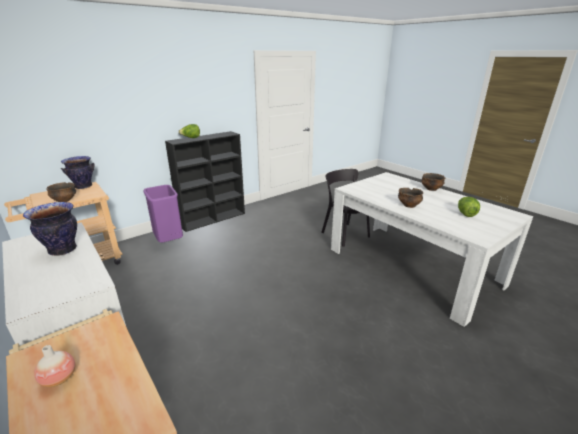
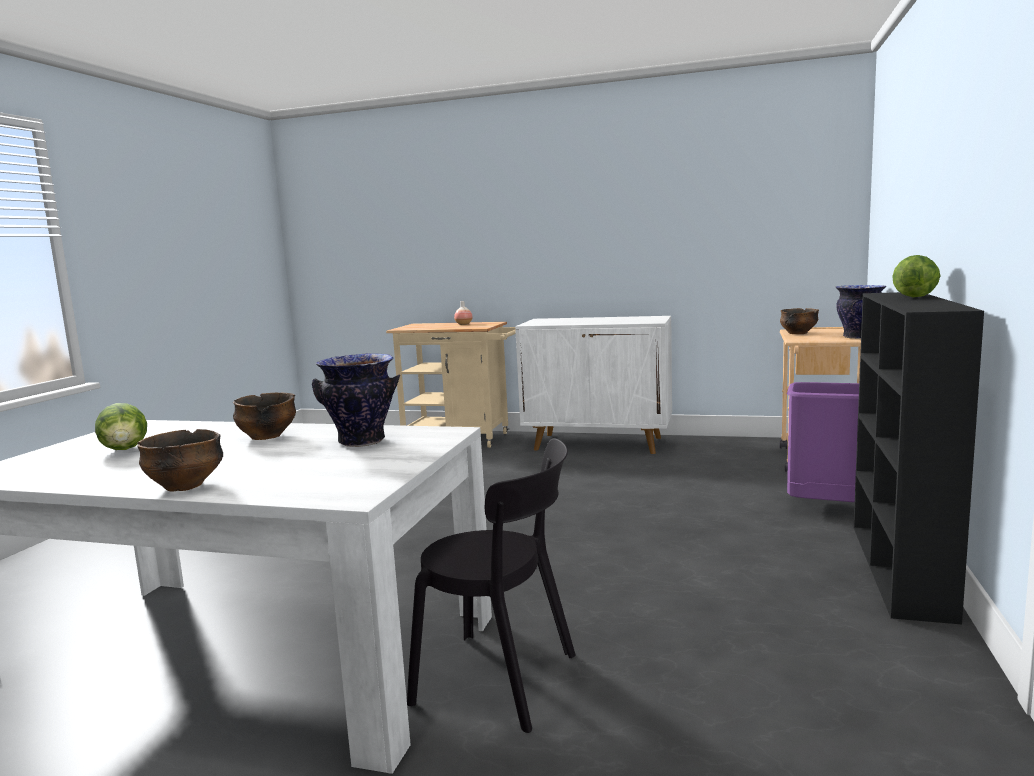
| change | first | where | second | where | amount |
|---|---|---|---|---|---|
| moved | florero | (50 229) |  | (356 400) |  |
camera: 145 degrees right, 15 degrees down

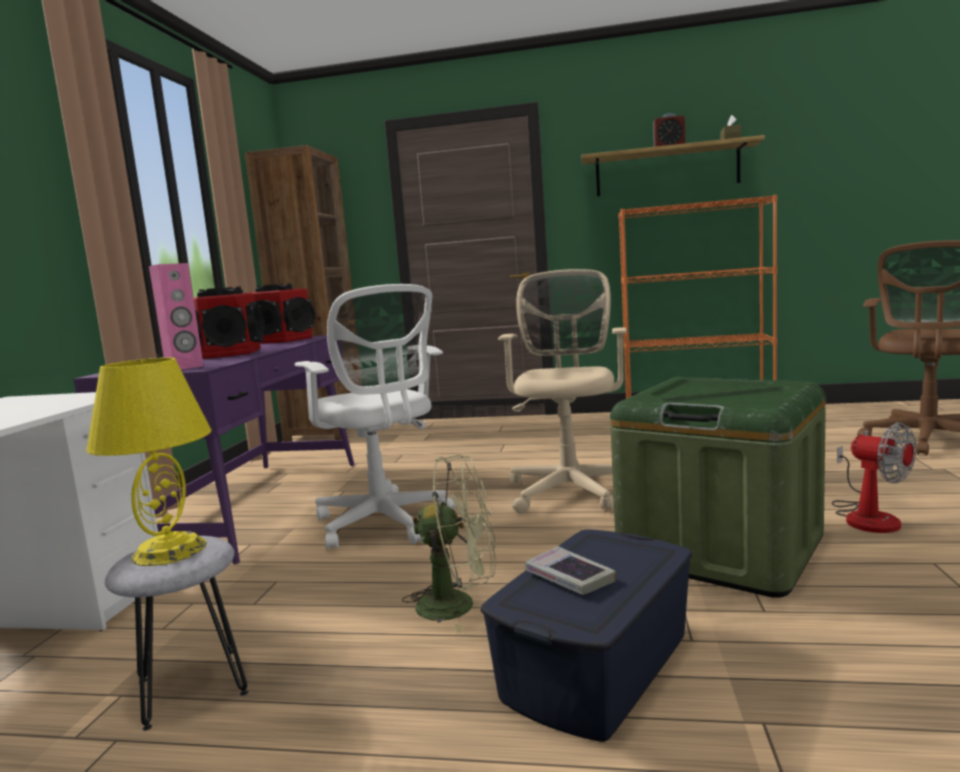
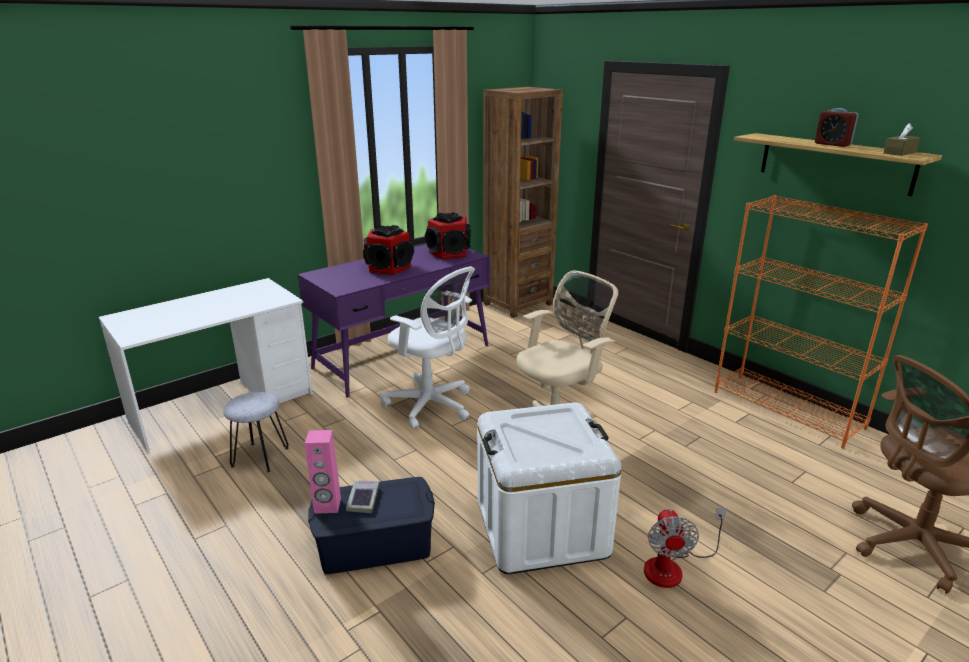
| change | first | where | second | where | amount |
|---|---|---|---|---|---|
| removed | lámpara de mesa/amarillo | (148 461) |  |  |  |
| moved | altavoz/rosa | (176 316) |  | (322 472) |  |
| turned | silla de oficina/blanco | (375 417) |  | (427 348) | 60 degrees counterclockwise |
| removed | ventilador/verde | (449 544) |  |  |  |
| recoloured | caja de almacenaje/verde | (718 487) | caja de almacenaje/blanco | (549 488) |  |
camera: 40 degrees right, 15 degrees up

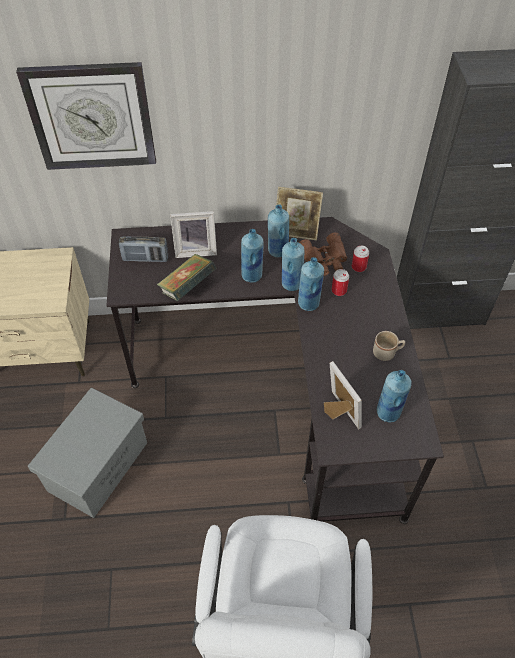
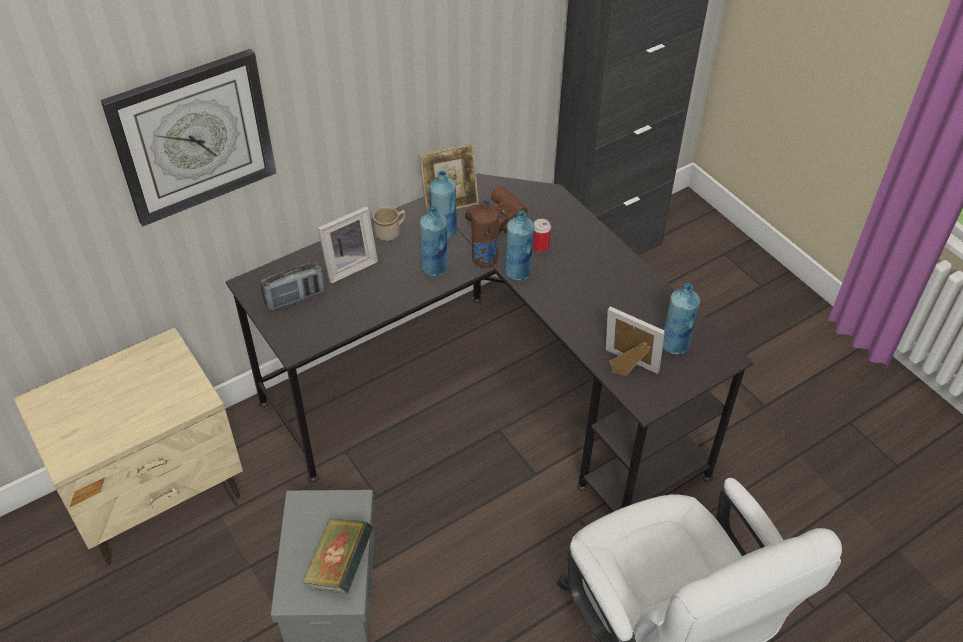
| change | first | where | second | where | amount |
|---|---|---|---|---|---|
| moved | libro | (187 277) |  | (337 556) |  |
| recoloured | botella/azul | (293 264) | botella/marrón | (485 233) |  |
| removed | lata | (360 259) |  |  |  |
| moved | taza grande/beis | (389 346) |  | (389 224) |  |
camera: 30 degrees left, 5 degrees down

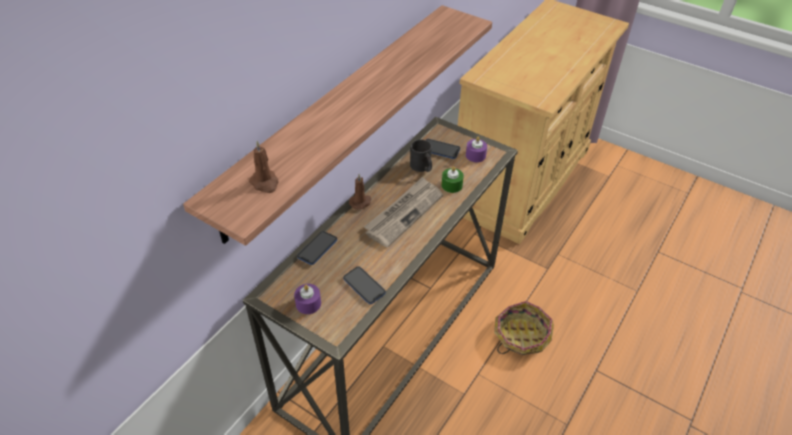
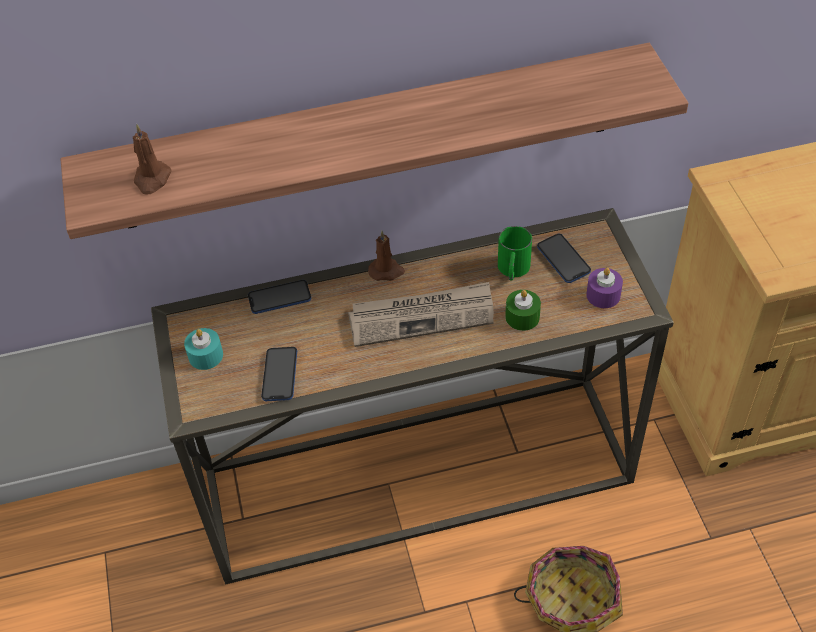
| change | first | where | second | where | amount |
|---|---|---|---|---|---|
| recoloured | vela/morado | (307 299) | vela/turquesa | (203 349) |  |
| recoloured | taza grande/negro | (421 155) | taza grande/verde | (515 253) |  |
camera: 45 degrees right, 5 degrees up

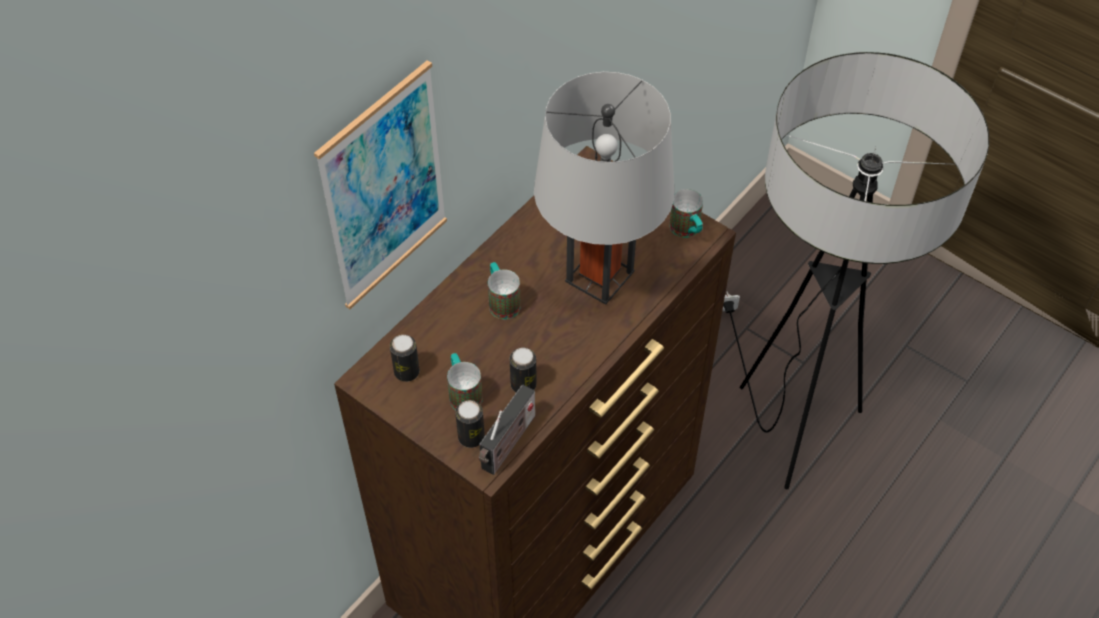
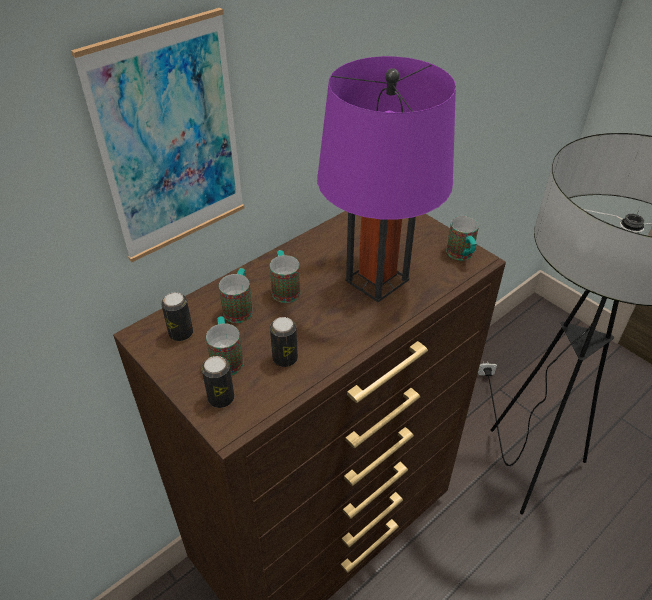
| change | first | where | second | where | amount |
|---|---|---|---|---|---|
| removed | radio | (507 430) |  |  |  |
| recoloured | lámpara de mesa/gris | (604 188) | lámpara de mesa/morado | (386 179) |  |
| added |  |  | taza grande | (236 295) |  |
camera: 10 degrees right, 10 degrees down

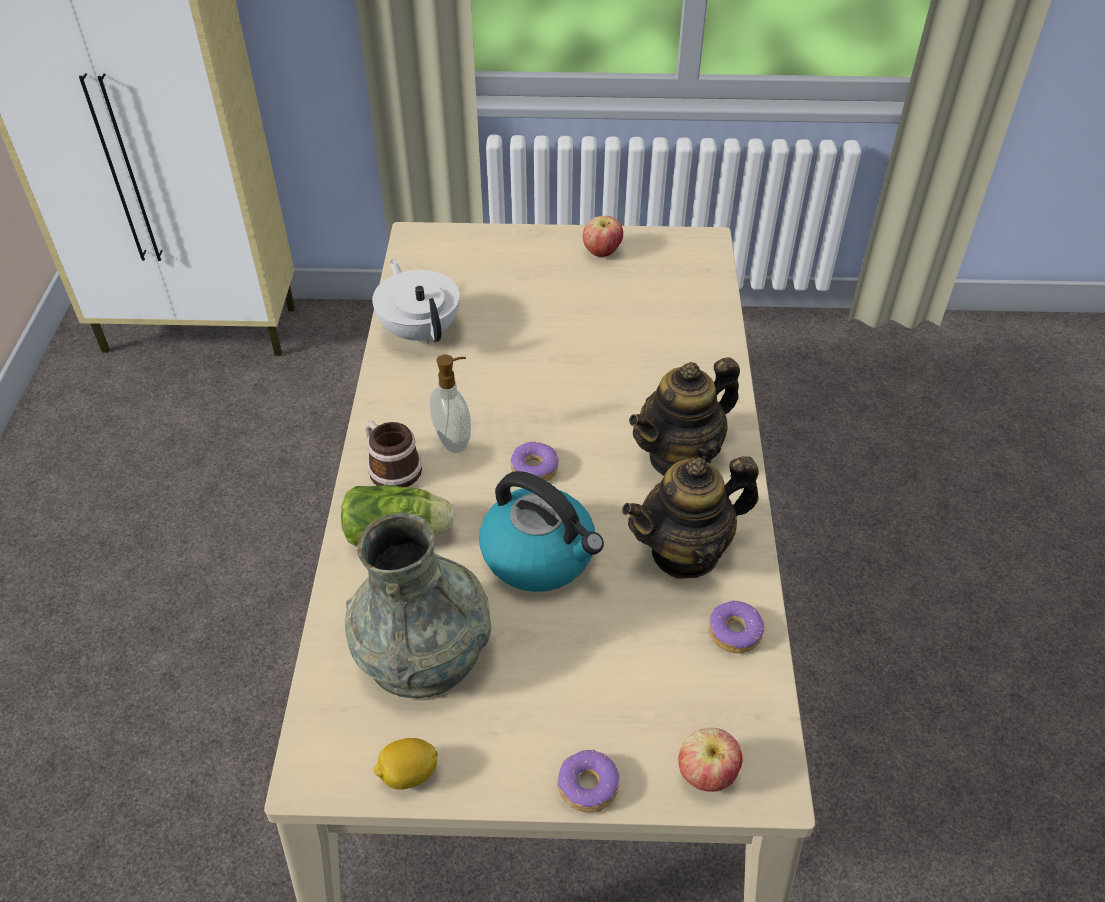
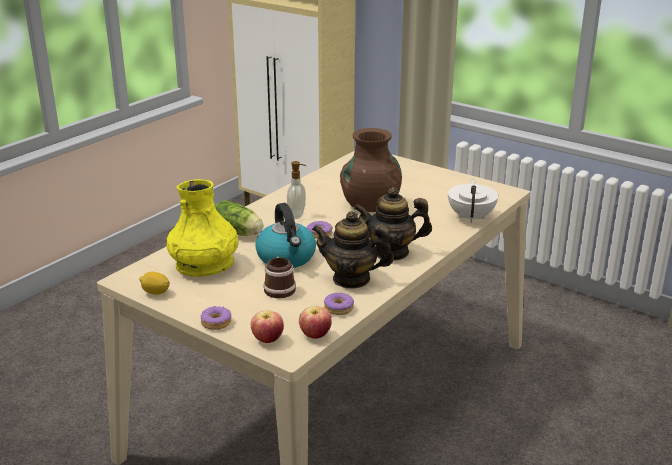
| change | first | where | second | where | amount |
|---|---|---|---|---|---|
| recoloured | florero/gris | (418 605) | florero/amarillo | (203 228) |  |
| moved | taza grande | (393 454) |  | (279 277) |  |
| moved | tetera/blanco | (416 301) |  | (473 201) |  |
| moved | manzana | (603 236) |  | (315 322) |  |
| added |  |  | florero/marrón | (371 170) |  |
camera: 35 degrees right, 20 degrees down

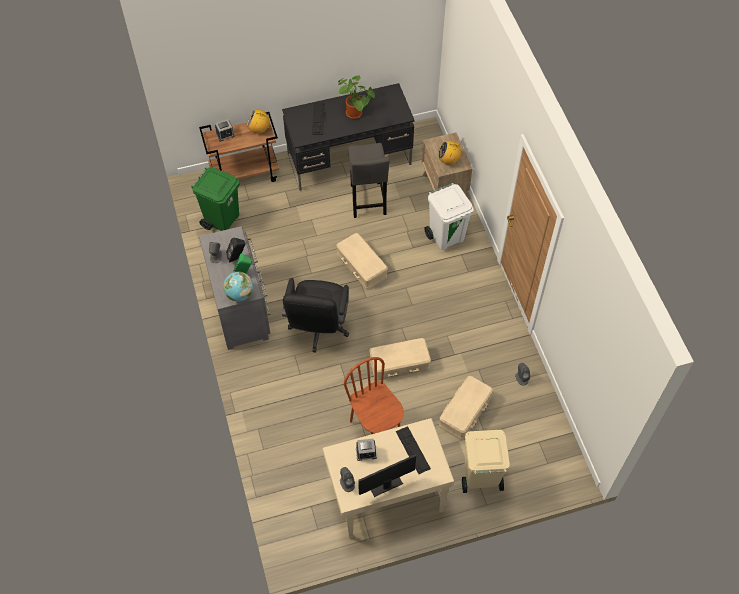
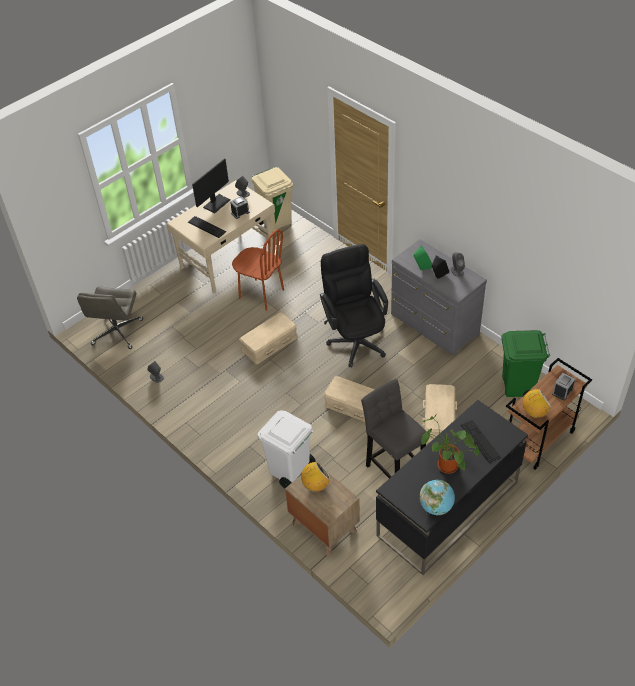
| change | first | where | second | where | amount |
|---|---|---|---|---|---|
| moved | globo terráqueo | (238 286) |  | (437 497) |  |
| moved | caja de almacenaje/beis | (466 408) |  | (439 413) |  |
| moved | papelera/beis | (486 461) |  | (272 199) |  |
| added |  |  | silla de oficina/gris | (110 318) |  |
camera: 155 degrees right, 10 degrees down

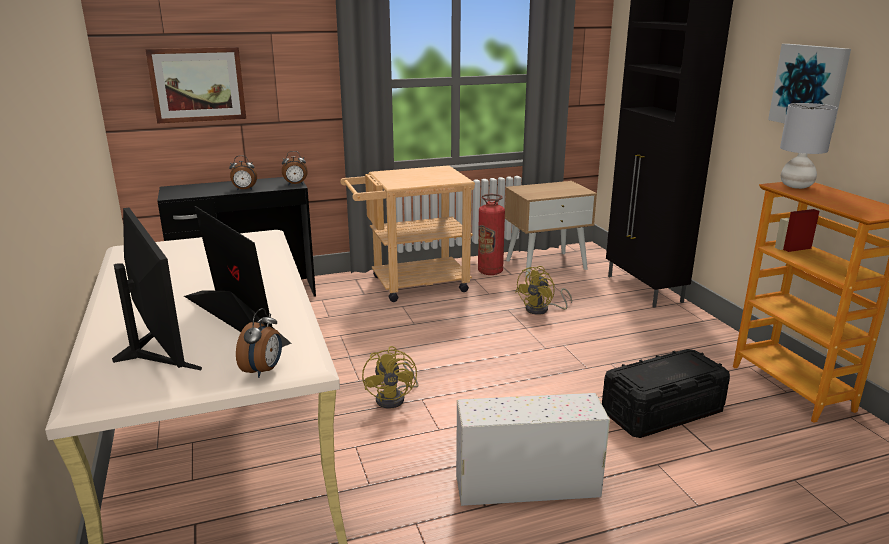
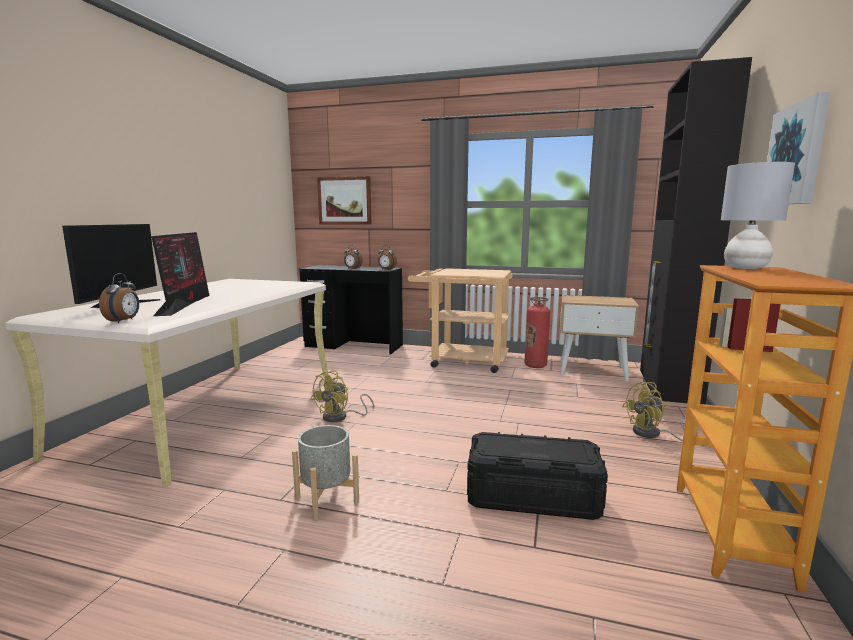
| change | first | where | second | where | amount |
|---|---|---|---|---|---|
| turned | despertador | (259 343) |  | (119 298) | 45 degrees counterclockwise |
| replaced | caja de almacenaje/blanco | (533 449) | maceta/gris | (325 473) |  |
| moved | ventilador/amarillo | (543 290) |  | (660 411) |  |
camera: 35 degrees right, 10 degrees down

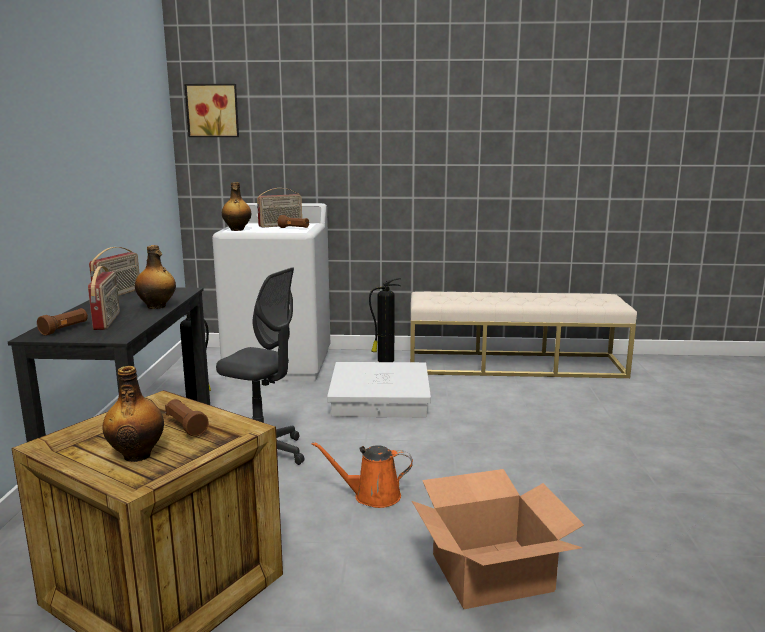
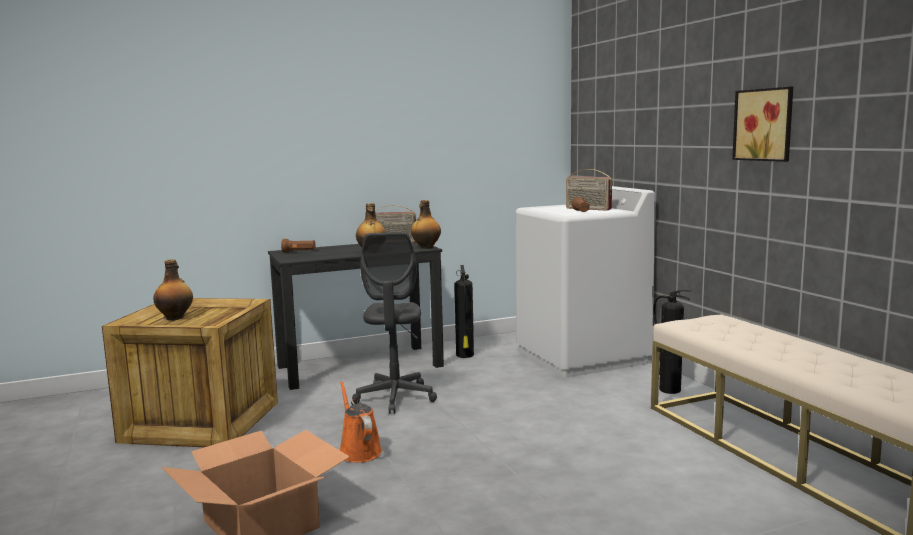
| change | first | where | second | where | amount |
|---|---|---|---|---|---|
| removed | radio | (104 298) |  |  |  |
| removed | linterna/marrón | (187 417) |  |  |  |
| moved | cuadro | (211 110) |  | (762 124) |  |
| moved | botella | (236 206) |  | (426 224) |  |
| removed | caja de almacenaje/blanco | (379 389) |  |  |  |
camera: 65 degrees right, 5 degrees down

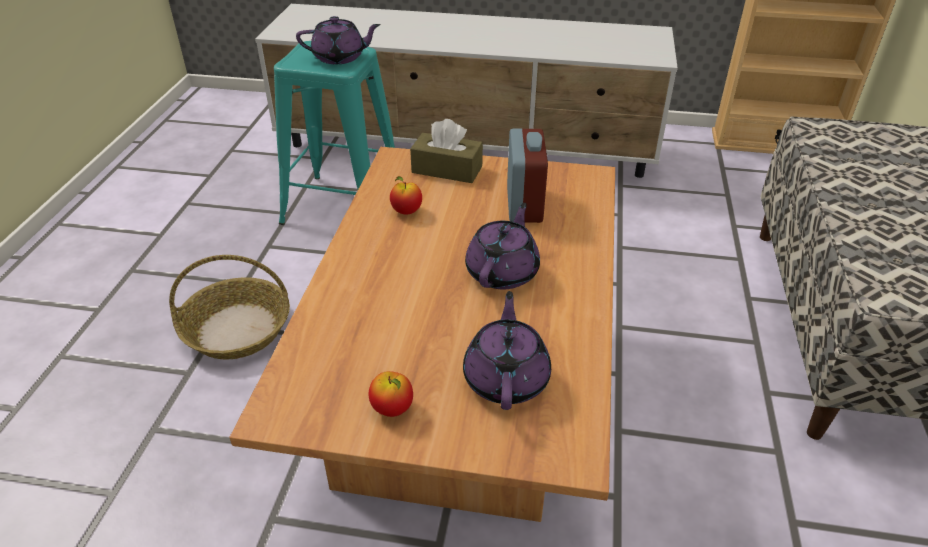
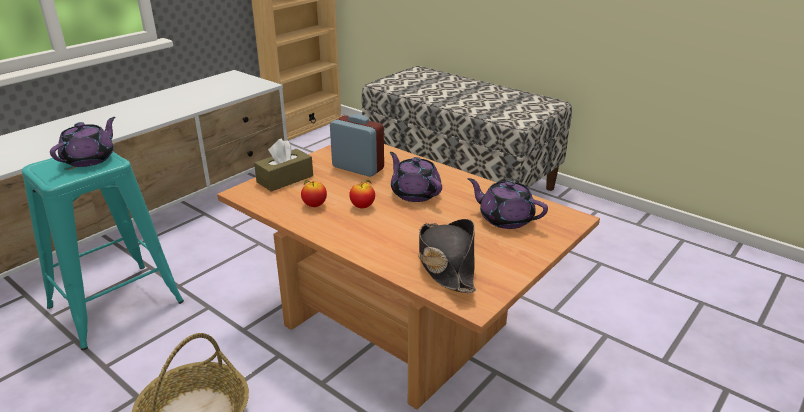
| change | first | where | second | where | amount |
|---|---|---|---|---|---|
| moved | manzana | (391 394) |  | (362 194) |  |
| added |  |  | sombrero/negro | (447 256) |  |
camera: 60 degrees left, 10 degrees down

